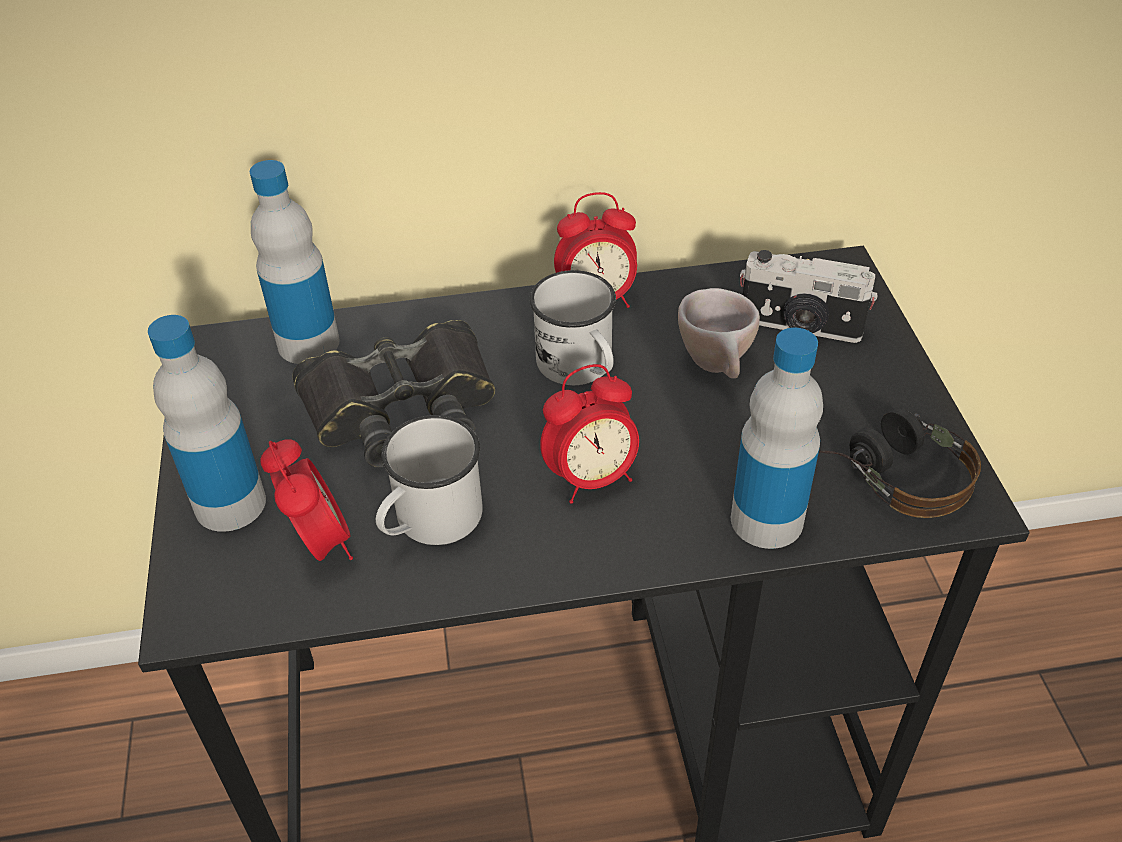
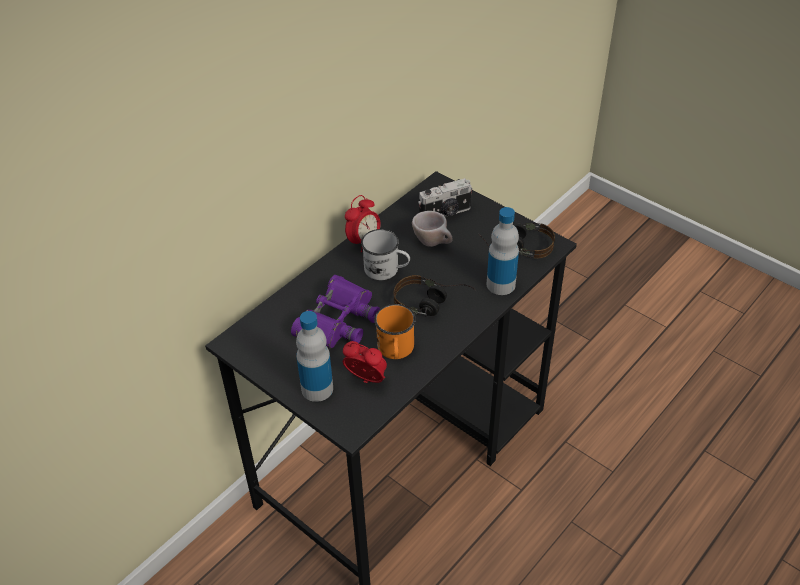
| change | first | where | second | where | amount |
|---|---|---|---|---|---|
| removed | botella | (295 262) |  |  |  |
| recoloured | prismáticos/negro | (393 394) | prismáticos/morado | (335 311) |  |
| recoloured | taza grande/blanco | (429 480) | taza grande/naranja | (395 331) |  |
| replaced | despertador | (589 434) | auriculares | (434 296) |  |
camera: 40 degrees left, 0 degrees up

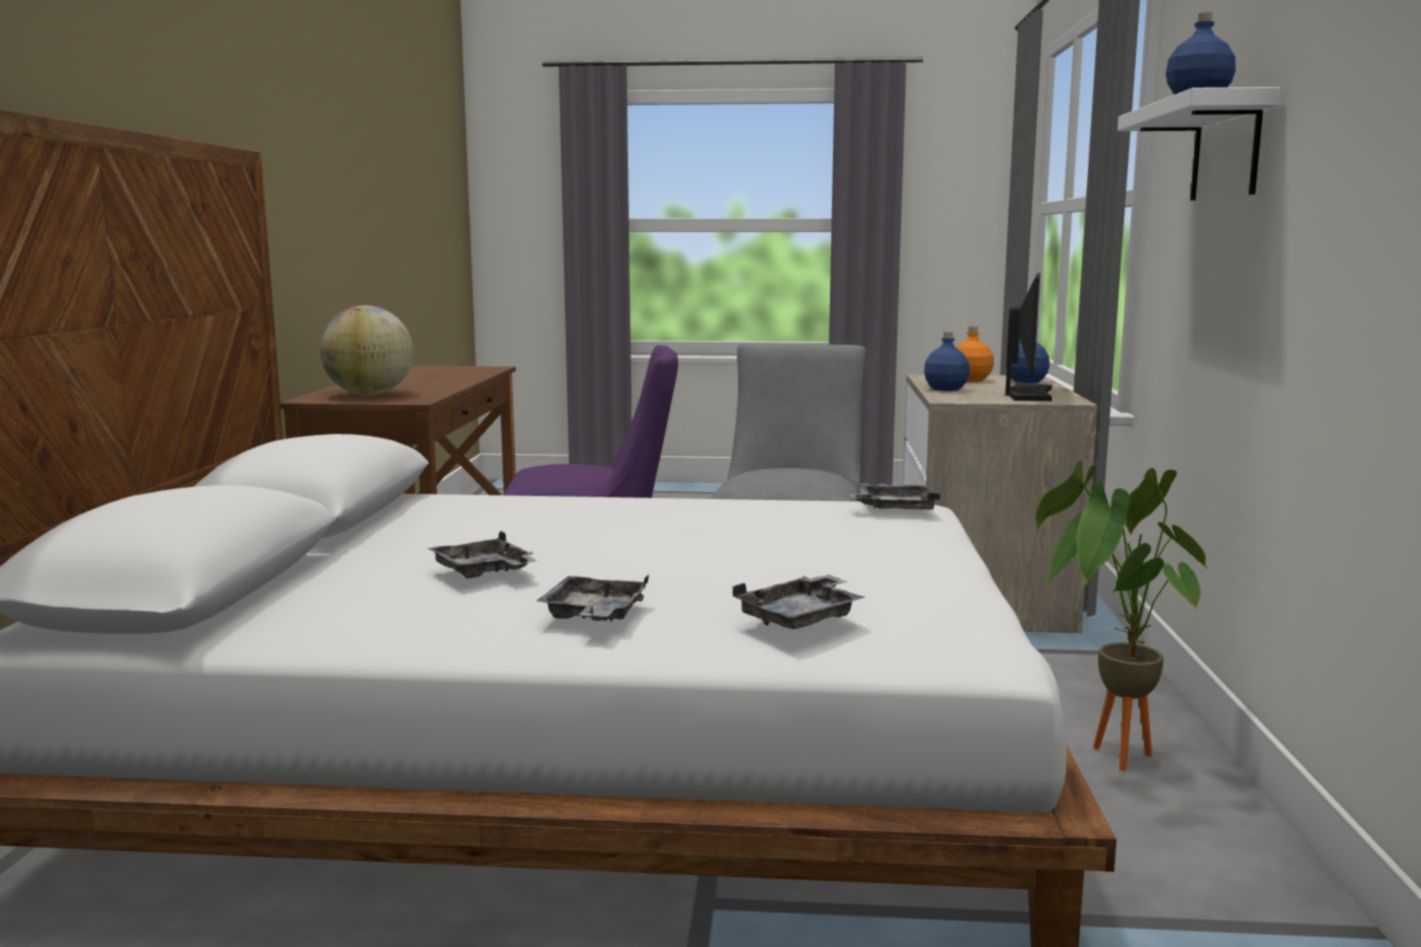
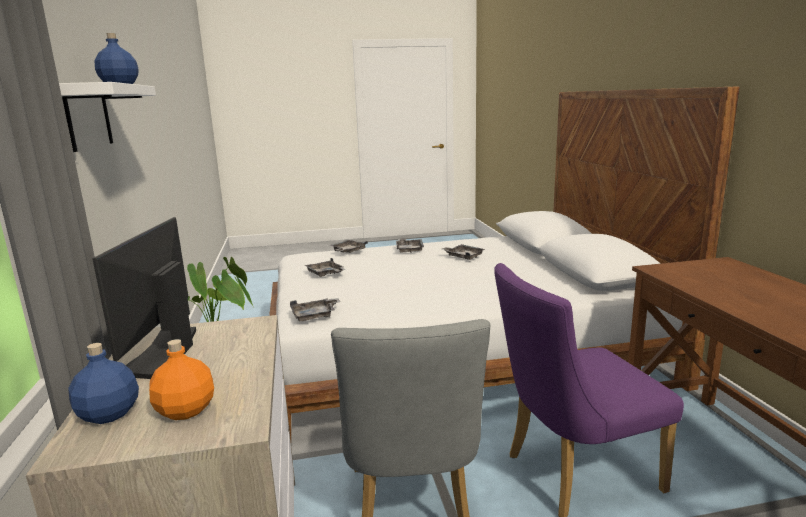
| change | first | where | second | where | amount |
|---|---|---|---|---|---|
| removed | globo terráqueo | (366 350) |  |  |  |
| removed | botella/azul | (947 361) |  |  |  |
| added |  |  | bandeja/gris | (325 267) |  |
camera: 165 degrees right, 5 degrees up

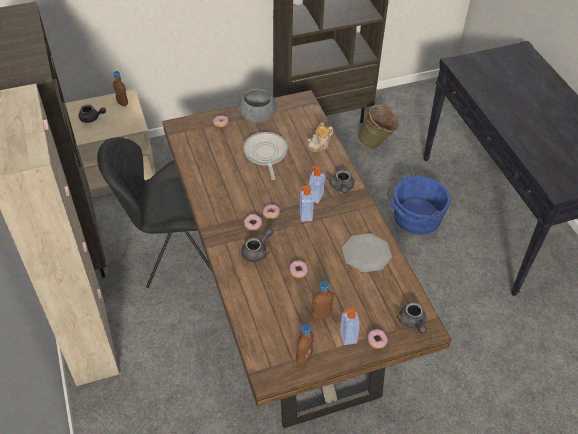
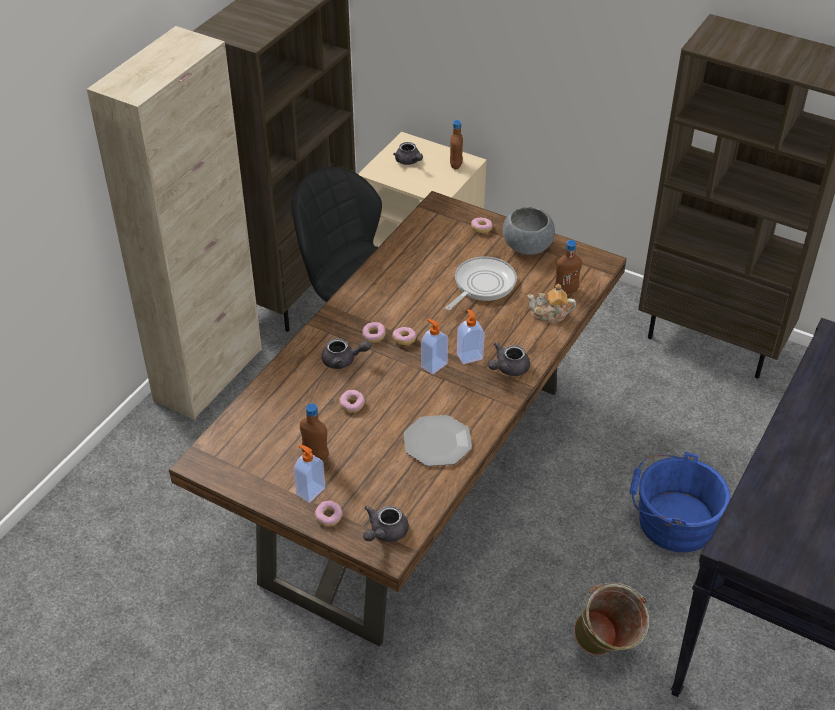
| change | first | where | second | where | amount |
|---|---|---|---|---|---|
| moved | botella/marrón | (305 344) |  | (568 267) |  |
| moved | cubo/verde | (379 127) |  | (611 618) |  |
camera: 50 degrees right, 5 degrees down

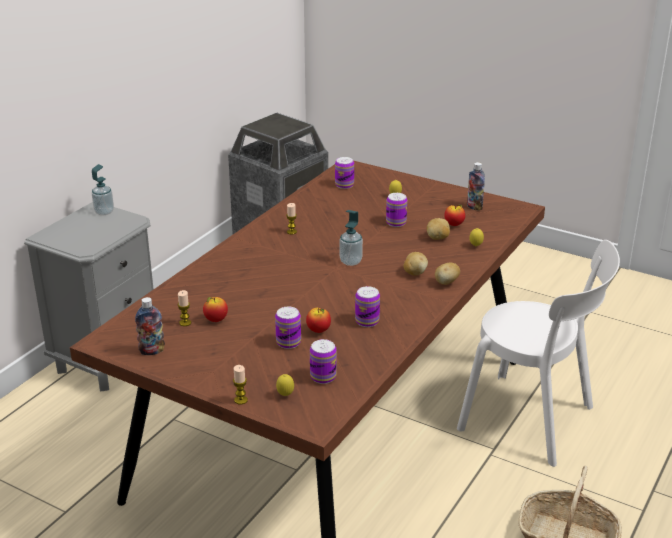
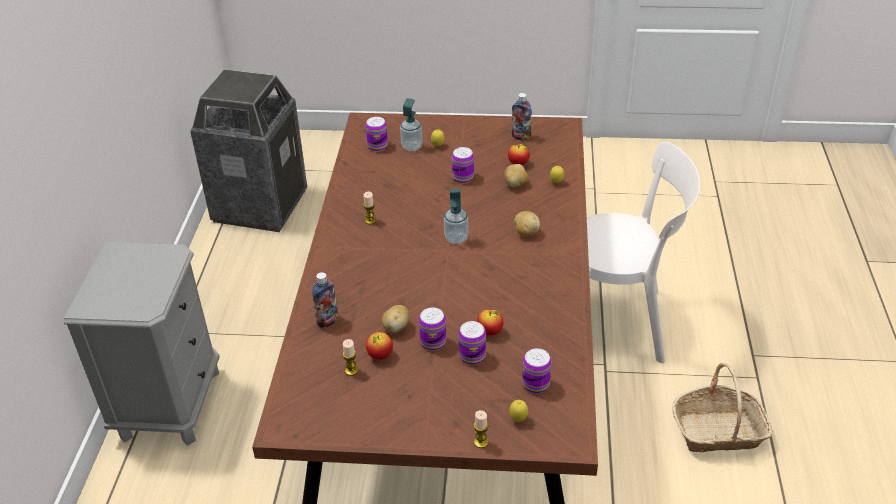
| change | first | where | second | where | amount |
|---|---|---|---|---|---|
| moved | dispensador de jabón | (103 189) |  | (411 124) |  |
| moved | botella | (150 326) |  | (325 300) |  |
| moved | lata | (367 306) |  | (432 329) |  |
| moved | patata | (447 274) |  | (395 319) |  |
camera: 25 degrees left, 10 degrees up

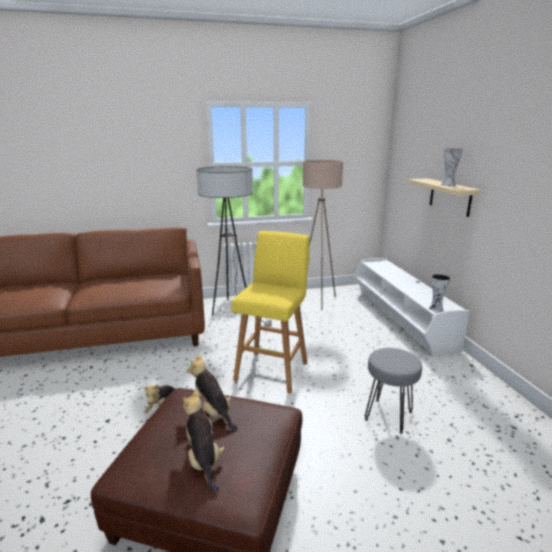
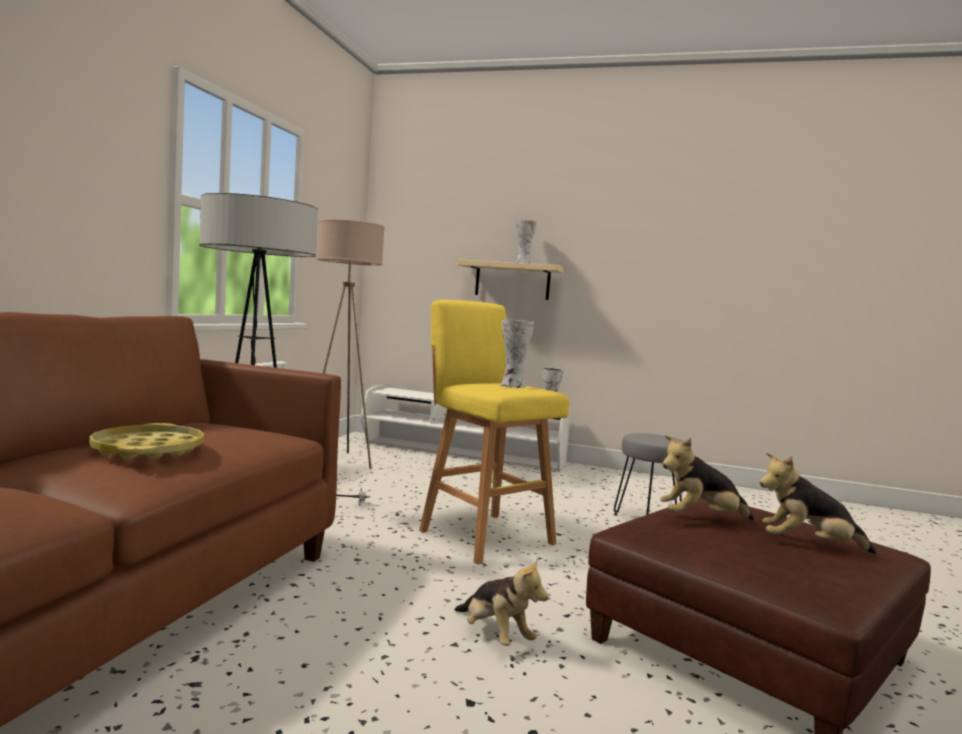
| change | first | where | second | where | amount |
|---|---|---|---|---|---|
| added |  |  | bandeja/amarillo | (146 441) |  |
| added |  |  | florero | (517 353) |  |
camera: 60 degrees left, 15 degrees down

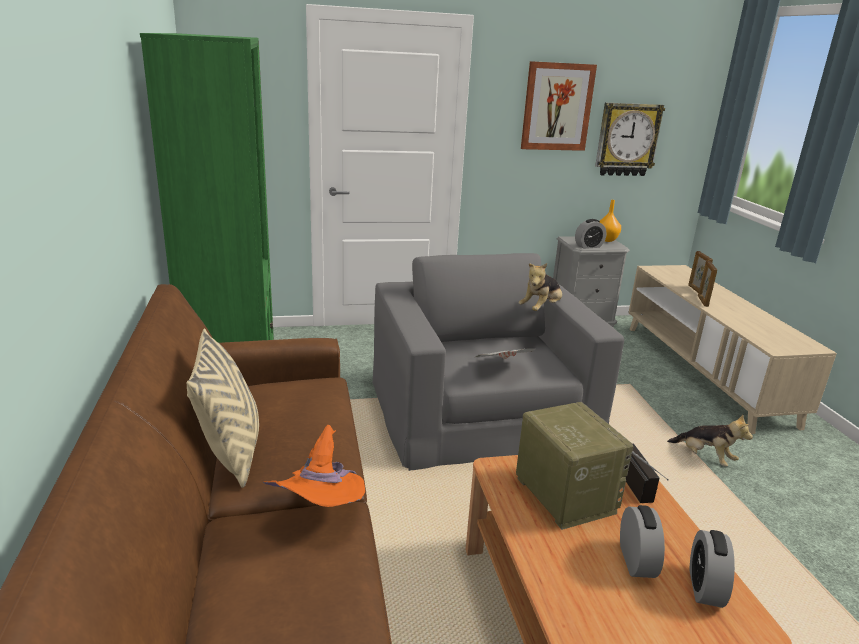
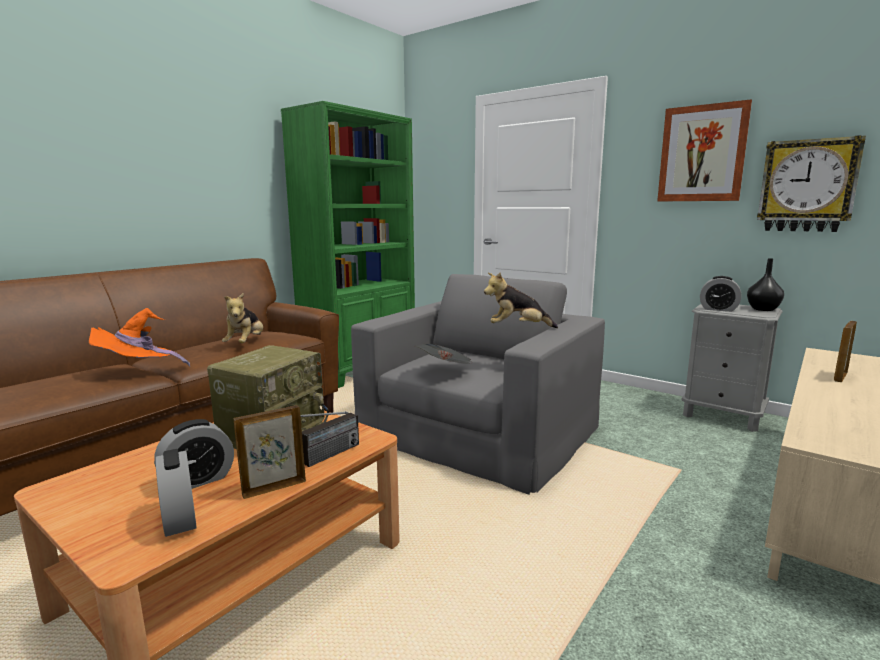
| change | first | where | second | where | amount |
|---|---|---|---|---|---|
| removed | cojín/beis | (222 408) |  |  |  |
| recoloured | florero/naranja | (610 221) | florero/negro | (765 284) |  |
| moved | peluche | (710 440) |  | (242 318) |  |
| turned | despertador | (712 569) |  | (176 493) | 90 degrees clockwise |
| moved | portarretratos | (707 284) |  | (270 452) |  |
camera: 50 degrees right, 10 degrees down

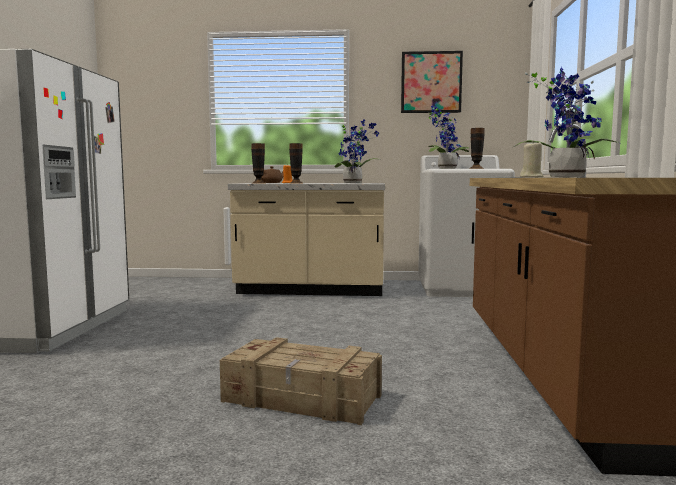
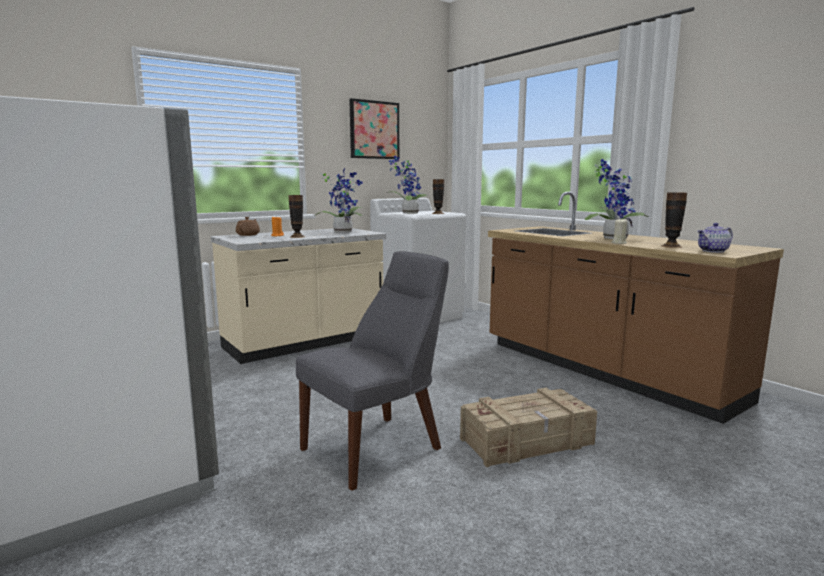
| change | first | where | second | where | amount |
|---|---|---|---|---|---|
| moved | florero | (258 163) |  | (674 220) |  |
| added |  |  | silla/gris | (372 371) |  |
| added |  |  | tetera | (715 238) |  |
camera: 40 degrees left, 5 degrees up

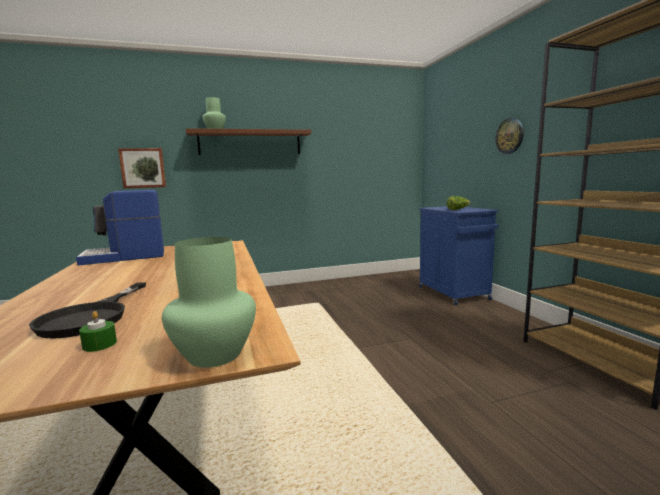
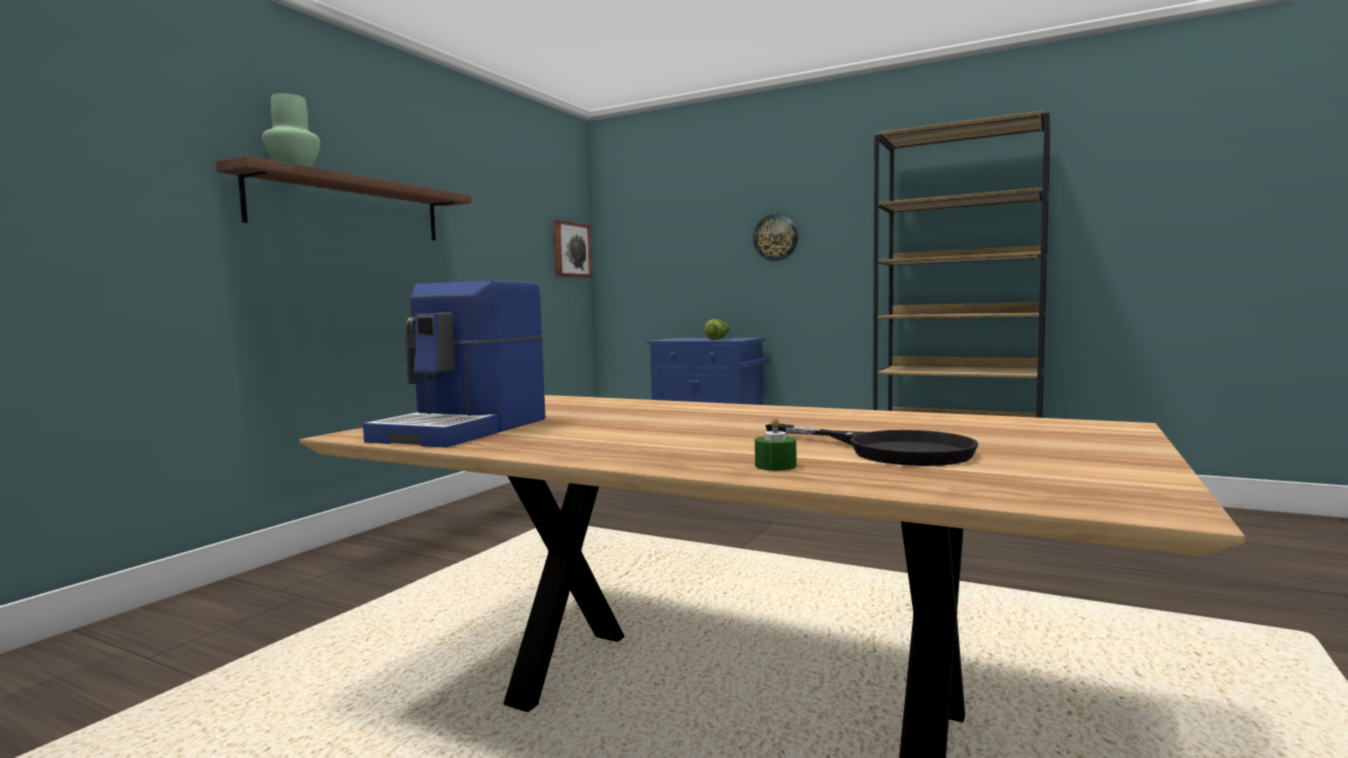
| change | first | where | second | where | amount |
|---|---|---|---|---|---|
| moved | vela/verde | (98 331) |  | (775 444) |  |
| moved | cuadro | (142 168) |  | (573 249) |  |
| removed | florero/verde | (209 302) |  |  |  |
camera: 45 degrees left, 5 degrees down

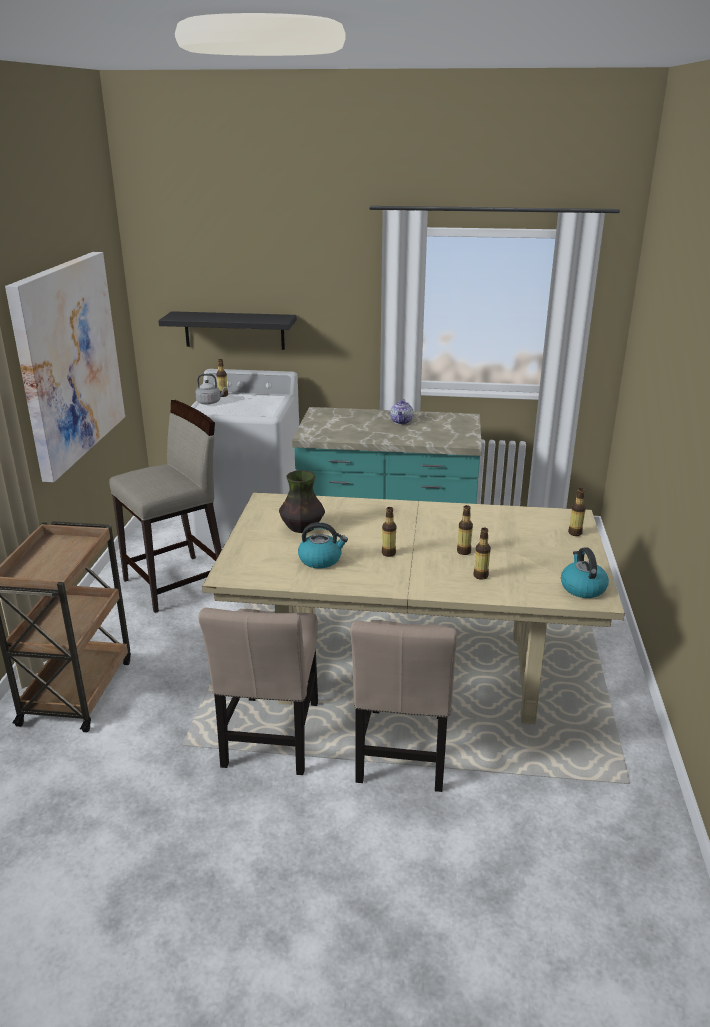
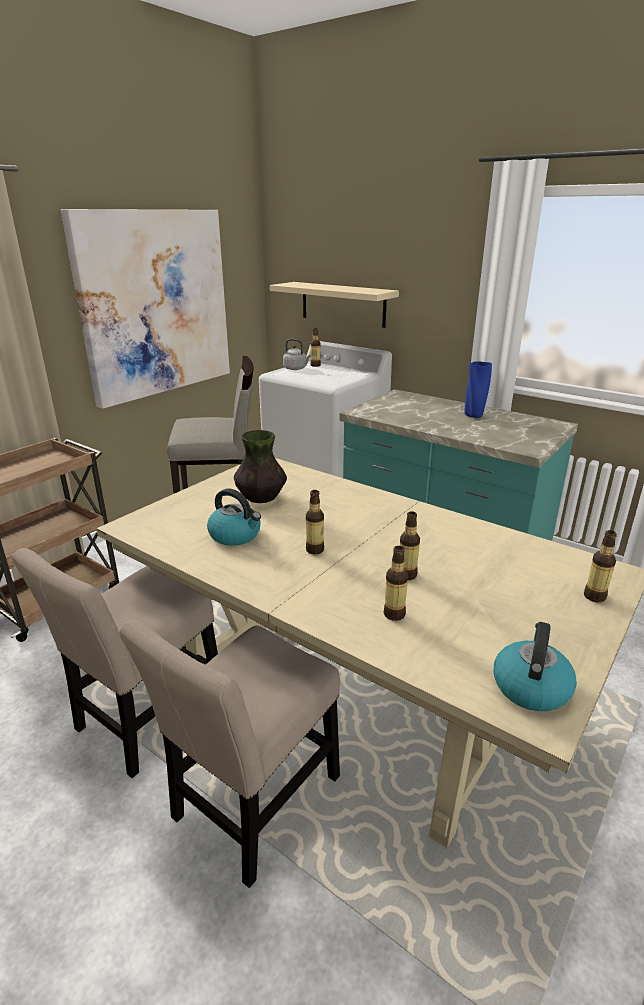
| change | first | where | second | where | amount |
|---|---|---|---|---|---|
| recoloured | estante/negro | (227 330) | estante/beis | (334 305) |  |
| replaced | tetera | (402 411) | florero/azul | (478 389) |  |
camera: 30 degrees right, 0 degrees up

